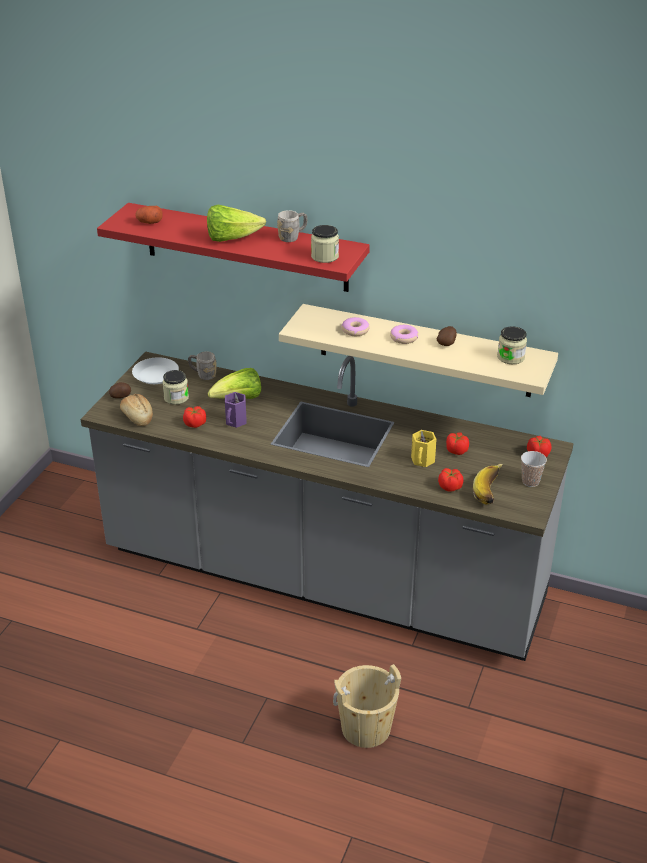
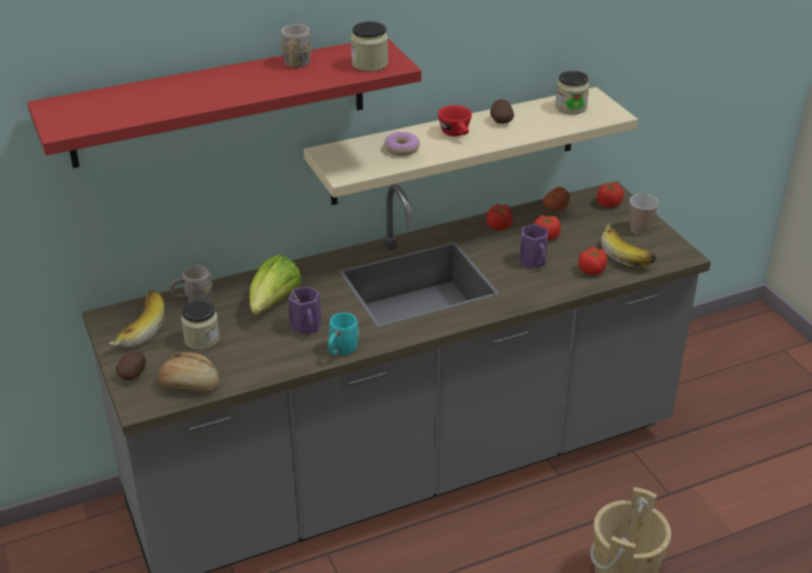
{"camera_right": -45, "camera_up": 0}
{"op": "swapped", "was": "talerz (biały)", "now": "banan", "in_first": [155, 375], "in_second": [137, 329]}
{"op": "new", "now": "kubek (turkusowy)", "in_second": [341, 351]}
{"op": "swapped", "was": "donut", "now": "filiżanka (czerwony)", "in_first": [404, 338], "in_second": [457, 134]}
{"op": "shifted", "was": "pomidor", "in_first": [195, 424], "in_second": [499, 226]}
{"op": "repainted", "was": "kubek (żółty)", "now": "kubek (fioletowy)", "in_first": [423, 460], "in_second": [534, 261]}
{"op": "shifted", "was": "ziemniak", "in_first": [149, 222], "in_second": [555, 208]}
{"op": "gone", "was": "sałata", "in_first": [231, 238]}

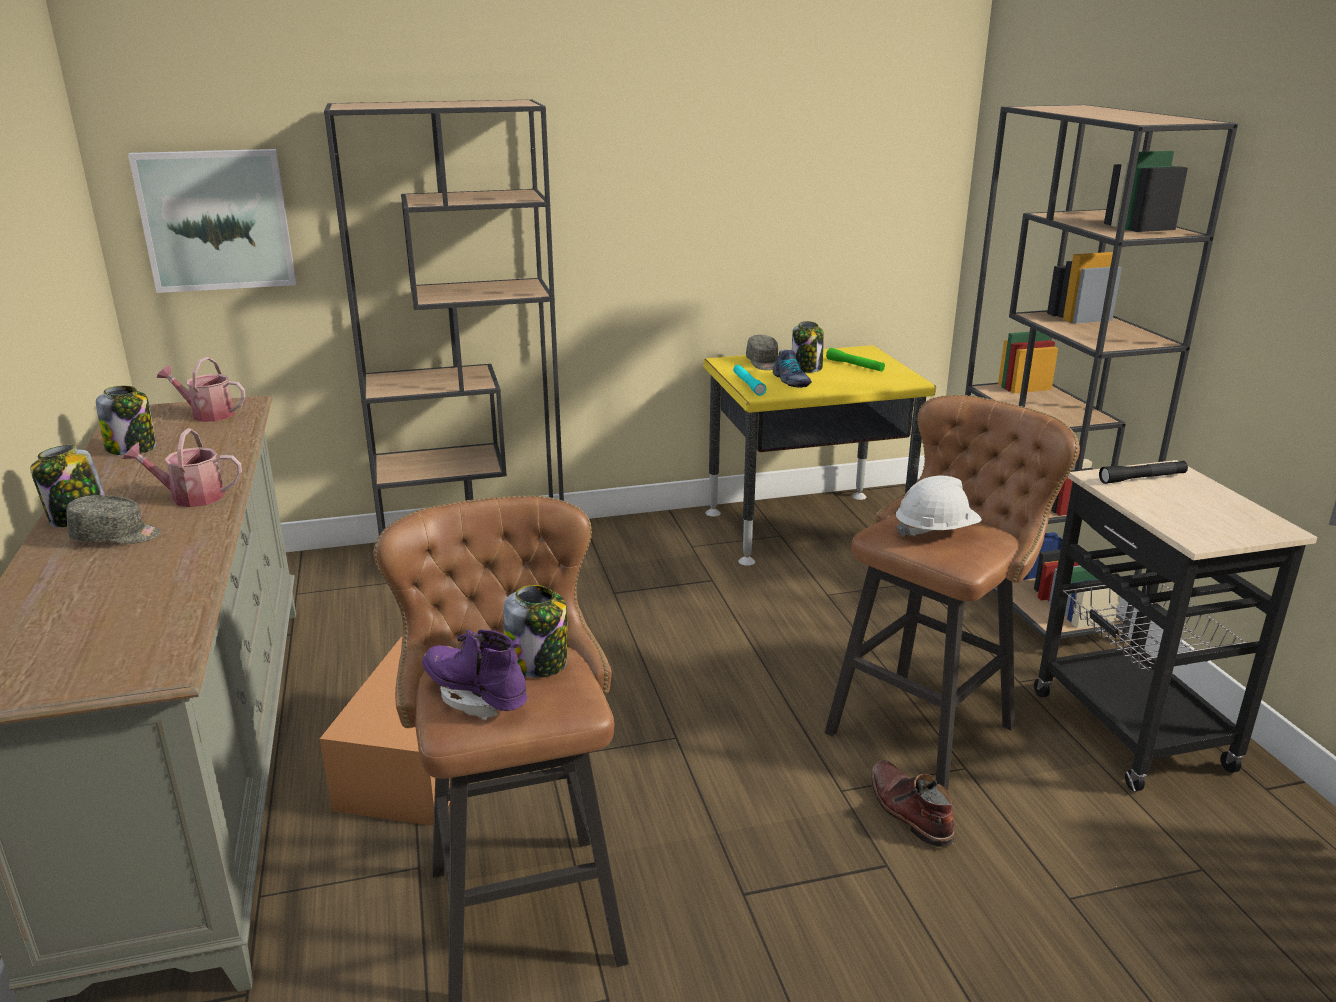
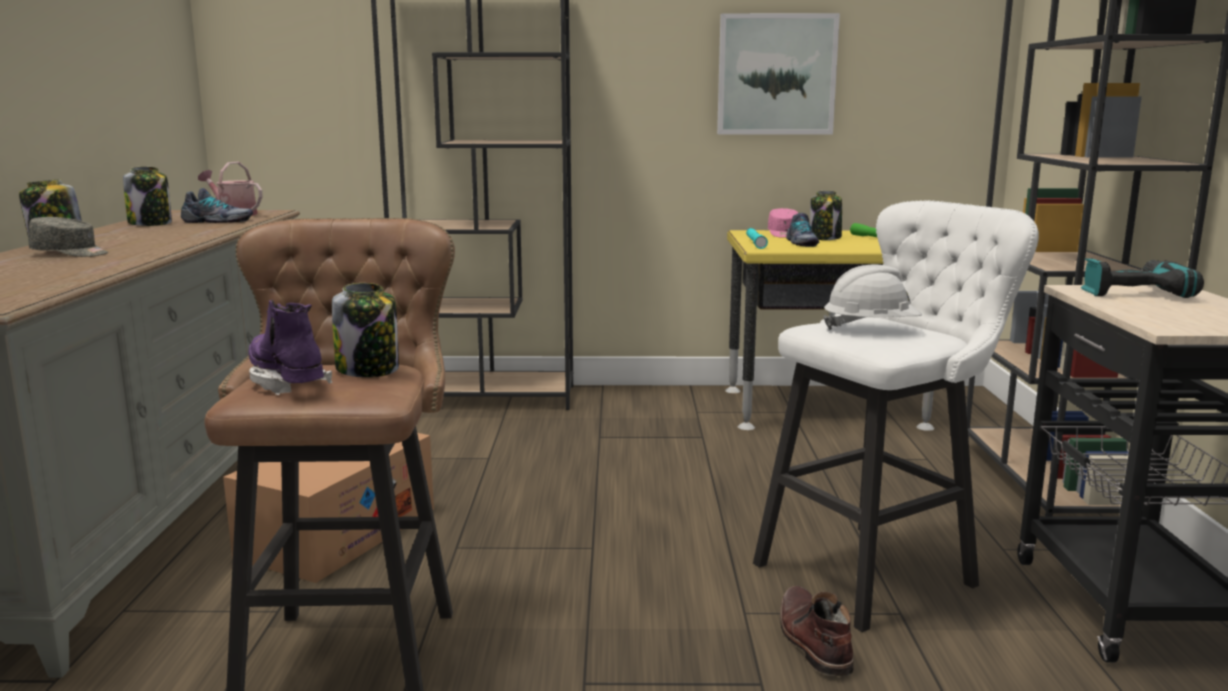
{"camera_right": 15, "camera_up": -10}
{"op": "new", "now": "but", "in_second": [217, 221]}
{"op": "shifted", "was": "obraz", "in_first": [216, 220], "in_second": [776, 75]}
{"op": "repainted", "was": "stołek (brązowy)", "now": "stołek (biały)", "in_first": [932, 720], "in_second": [882, 568]}
{"op": "repainted", "was": "czapka z daszkiem (szary)", "now": "czapka z daszkiem (różowy)", "in_first": [763, 363], "in_second": [783, 234]}
{"op": "swapped", "was": "latarka (czarny)", "now": "wiertarka", "in_first": [1142, 478], "in_second": [1132, 292]}
{"op": "gone", "was": "konewka", "in_first": [190, 497]}

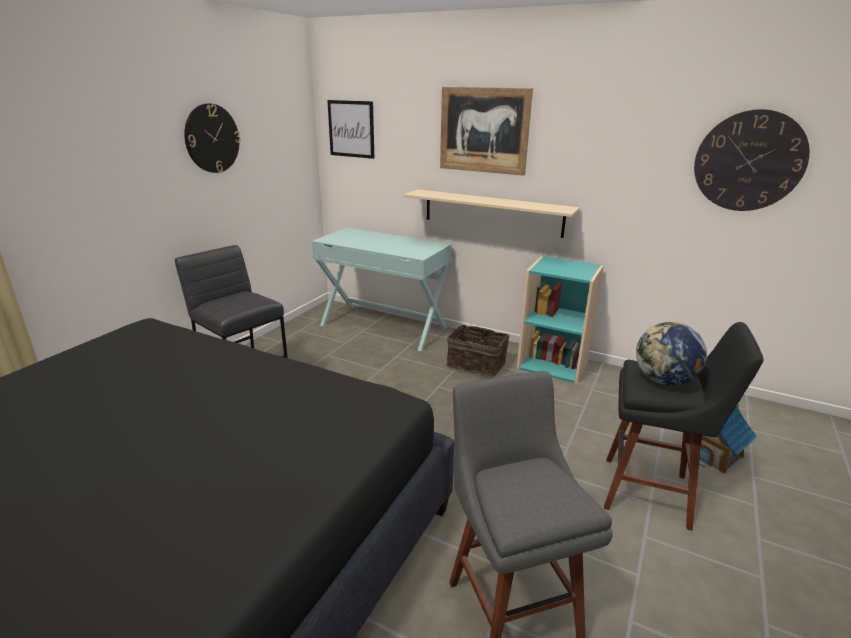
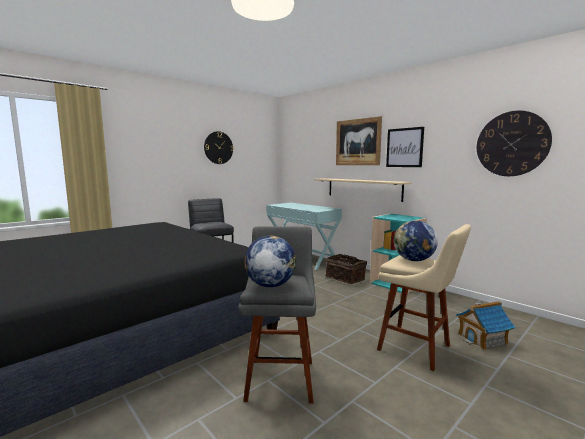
{"camera_right": 20, "camera_up": -15}
{"op": "new", "now": "globus", "in_second": [270, 285]}
{"op": "repainted", "was": "stołek (czarny)", "now": "stołek (beżowy)", "in_first": [652, 493], "in_second": [418, 349]}
{"op": "shifted", "was": "obraz", "in_first": [351, 129], "in_second": [404, 147]}

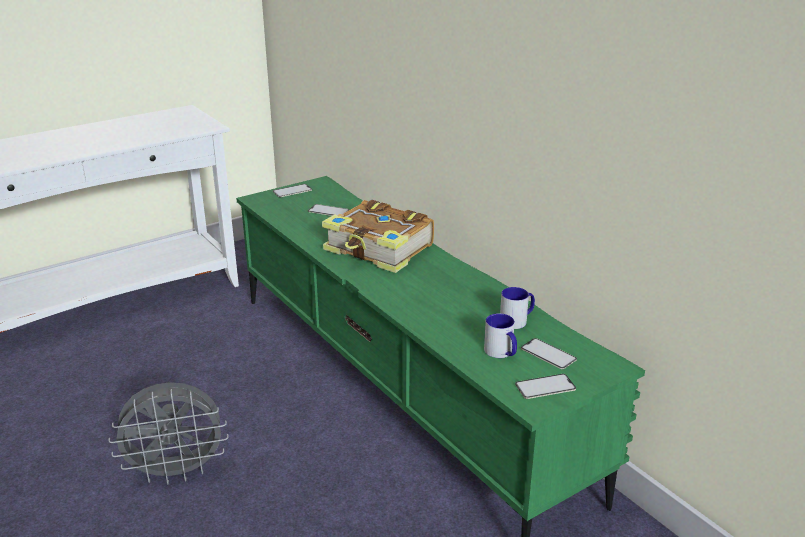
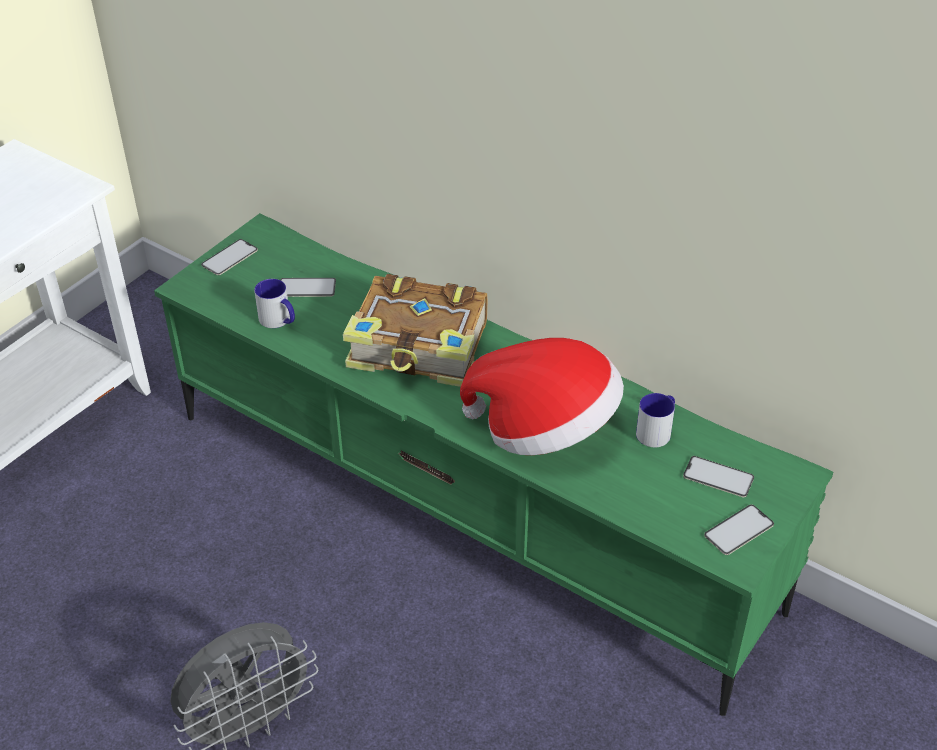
{"camera_right": -20, "camera_up": 15}
{"op": "shifted", "was": "kubek", "in_first": [501, 353], "in_second": [279, 321]}
{"op": "new", "now": "kapelusz", "in_second": [545, 429]}

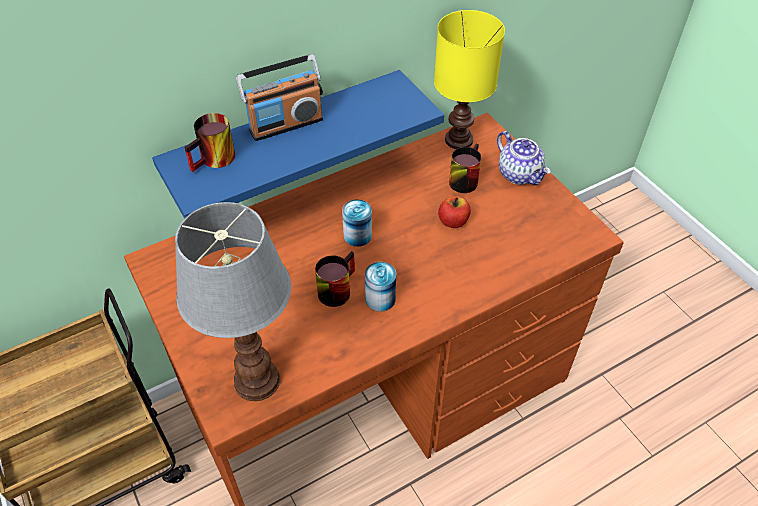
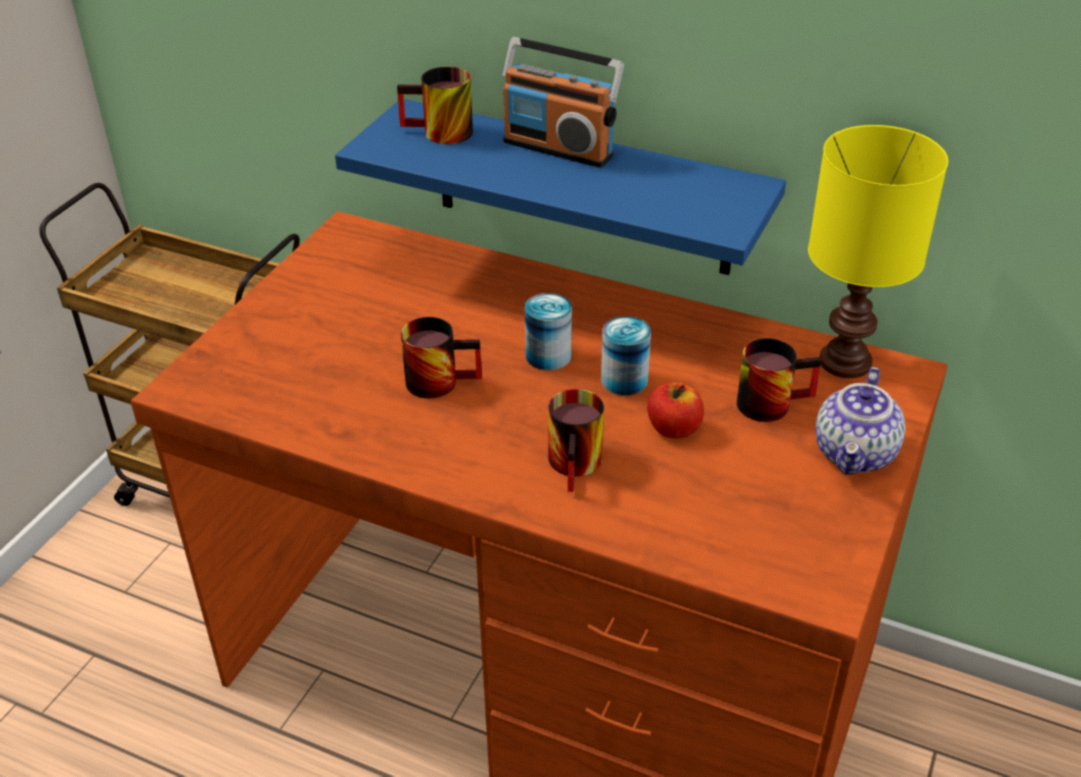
{"camera_right": 55, "camera_up": -10}
{"op": "new", "now": "kubek", "in_second": [579, 465]}
{"op": "shifted", "was": "puszka", "in_first": [380, 299], "in_second": [624, 380]}
{"op": "gone", "was": "lampa stołowa", "in_first": [255, 381]}

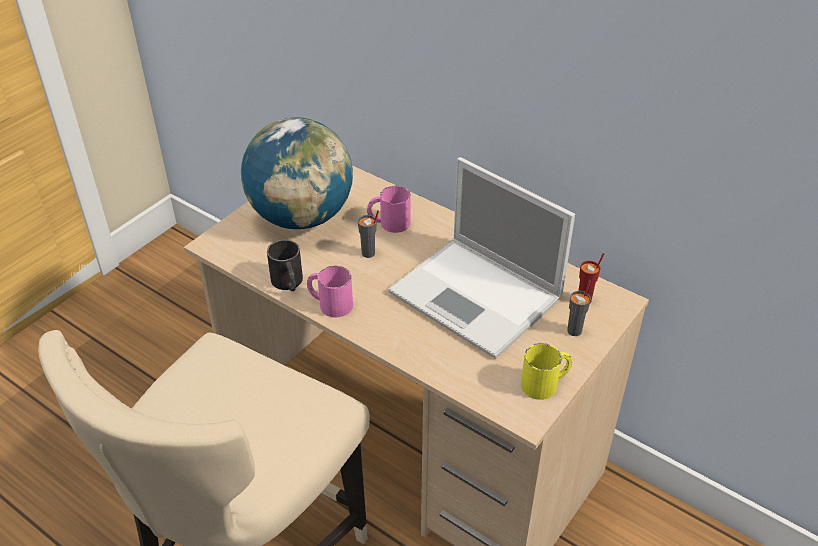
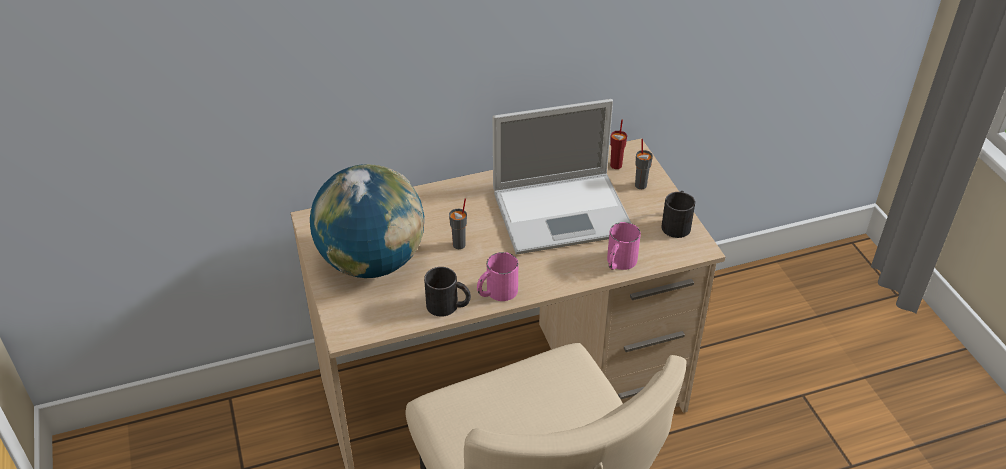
{"camera_right": -55, "camera_up": 0}
{"op": "shifted", "was": "kubek (różowy)", "in_first": [389, 223], "in_second": [619, 263]}
{"op": "repainted", "was": "kubek (żółty)", "now": "kubek (czarny)", "in_first": [546, 383], "in_second": [677, 223]}

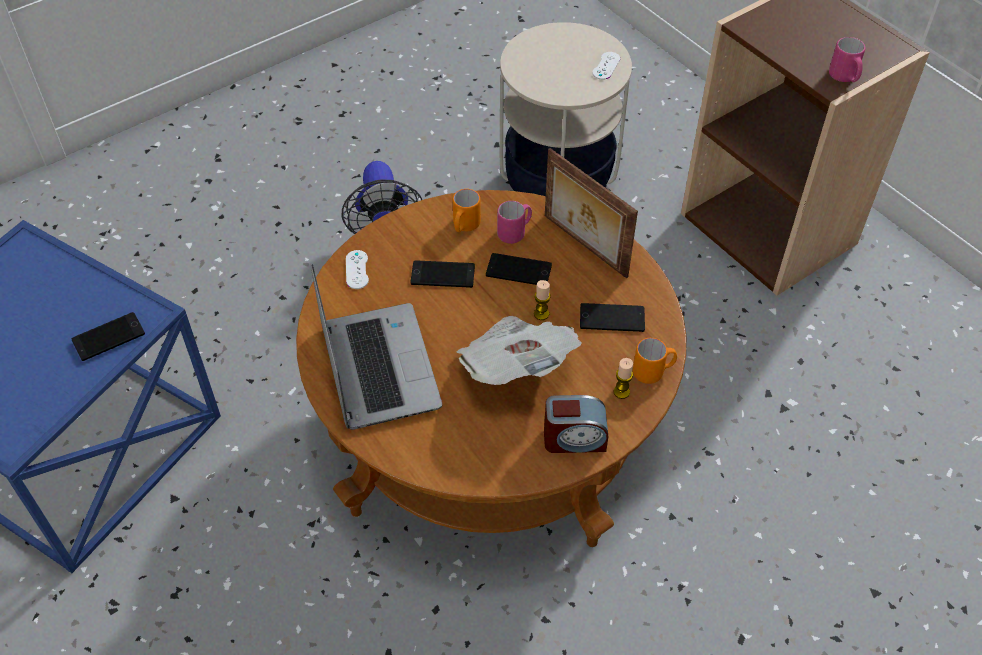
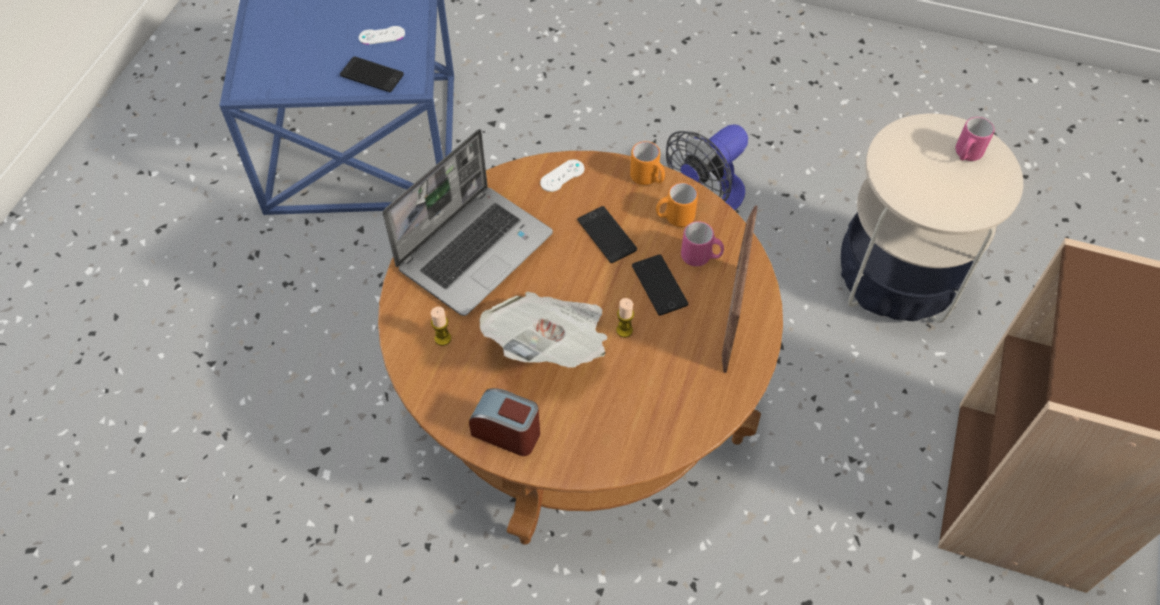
{"camera_right": 55, "camera_up": 5}
{"op": "shifted", "was": "pad do gier (biały)", "in_first": [606, 66], "in_second": [382, 35]}
{"op": "shifted", "was": "świeca", "in_first": [621, 392], "in_second": [443, 338]}
{"op": "rotated", "was": "budzik", "in_first": [574, 439], "in_second": [507, 432], "clockwise": 150}
{"op": "shifted", "was": "kubek (pomarańczowy)", "in_first": [653, 372], "in_second": [648, 179]}
{"op": "shifted", "was": "kubek (różowy)", "in_first": [844, 78], "in_second": [966, 155]}
{"op": "gone", "was": "telefon", "in_first": [612, 318]}

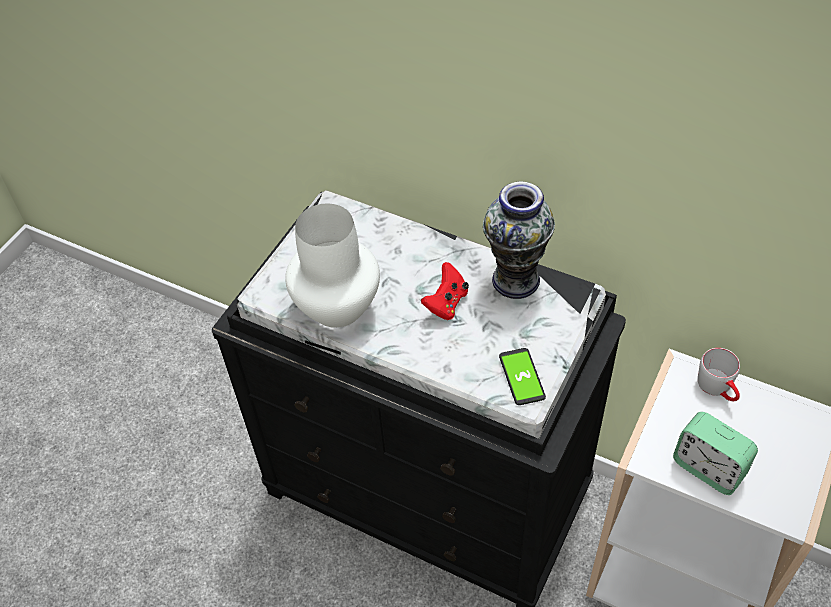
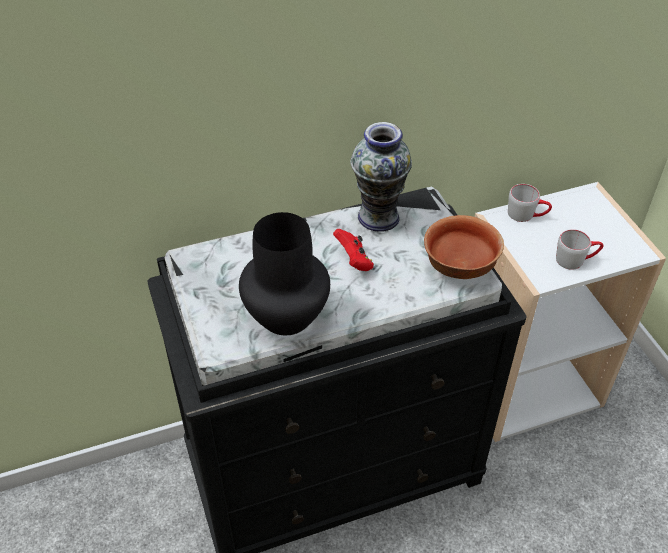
{"camera_right": -50, "camera_up": -5}
{"op": "repainted", "was": "wazon (biały)", "now": "wazon (czarny)", "in_first": [336, 305], "in_second": [285, 315]}
{"op": "swapped", "was": "telefon", "now": "miska", "in_first": [521, 377], "in_second": [459, 268]}
{"op": "swapped", "was": "budzik", "now": "kubek (szary)", "in_first": [708, 468], "in_second": [576, 259]}

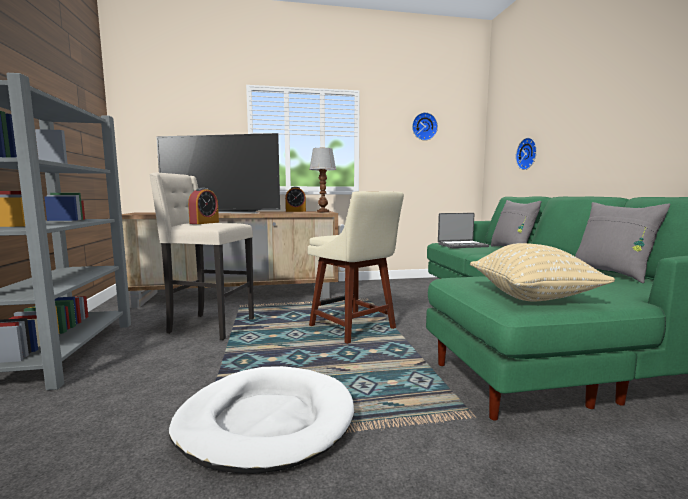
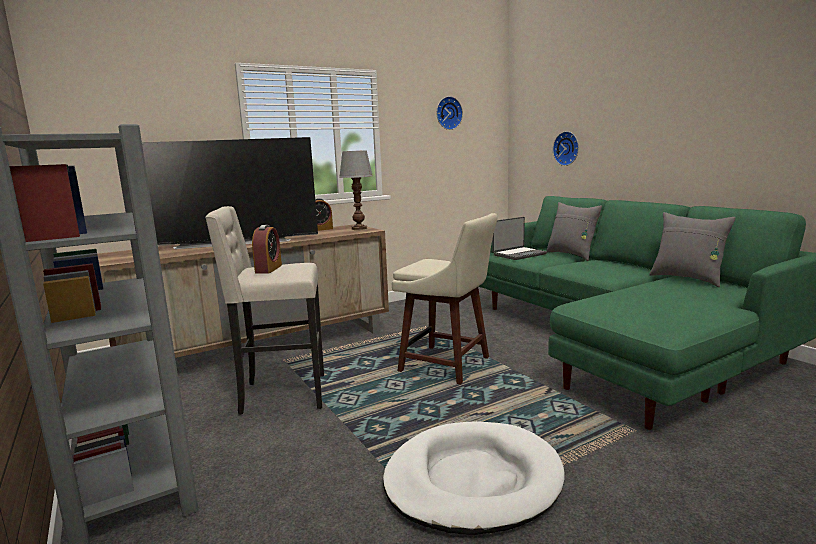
{"camera_right": -20, "camera_up": 5}
{"op": "gone", "was": "poduszka (beżowy)", "in_first": [532, 297]}

